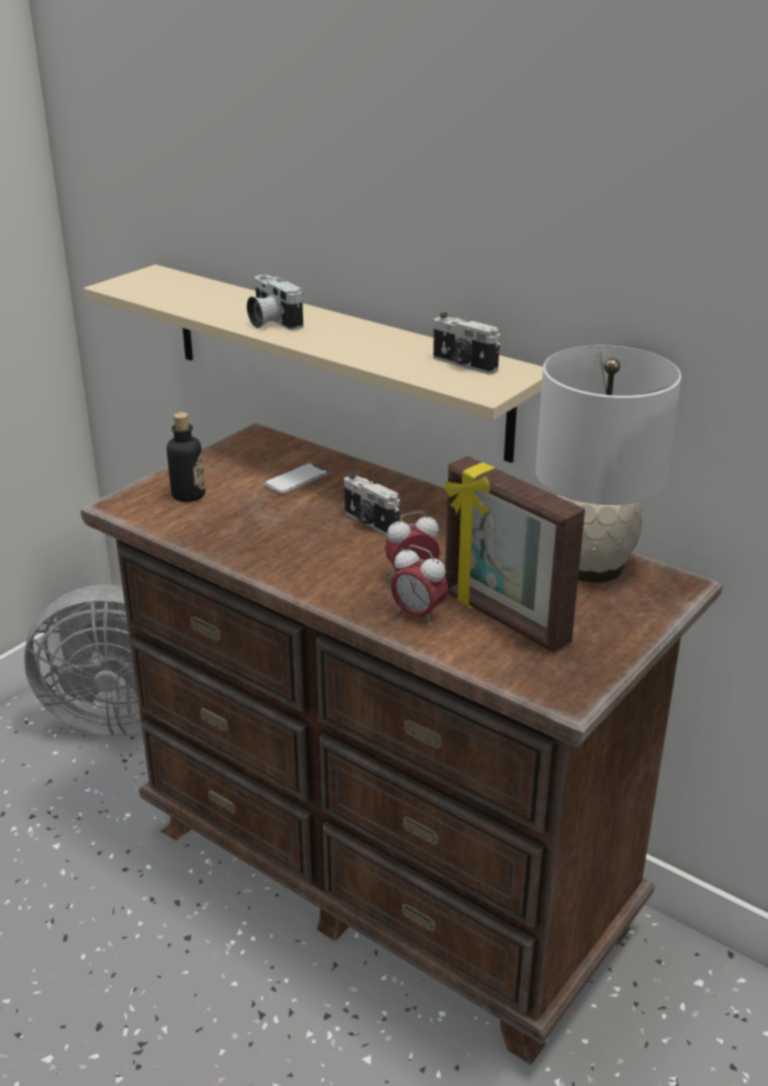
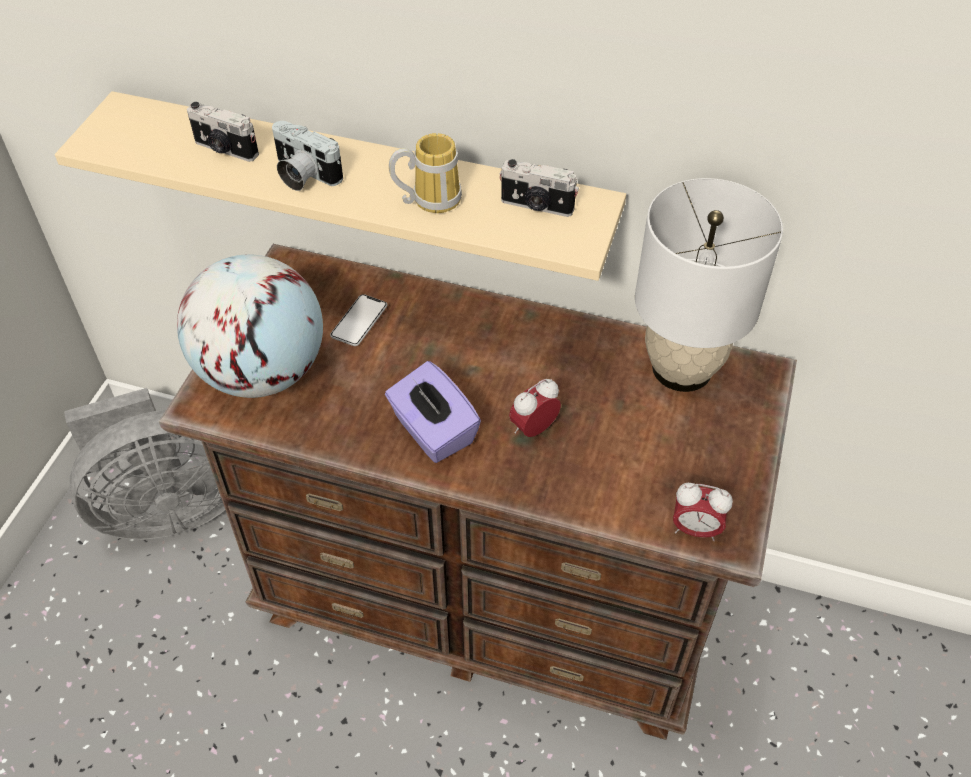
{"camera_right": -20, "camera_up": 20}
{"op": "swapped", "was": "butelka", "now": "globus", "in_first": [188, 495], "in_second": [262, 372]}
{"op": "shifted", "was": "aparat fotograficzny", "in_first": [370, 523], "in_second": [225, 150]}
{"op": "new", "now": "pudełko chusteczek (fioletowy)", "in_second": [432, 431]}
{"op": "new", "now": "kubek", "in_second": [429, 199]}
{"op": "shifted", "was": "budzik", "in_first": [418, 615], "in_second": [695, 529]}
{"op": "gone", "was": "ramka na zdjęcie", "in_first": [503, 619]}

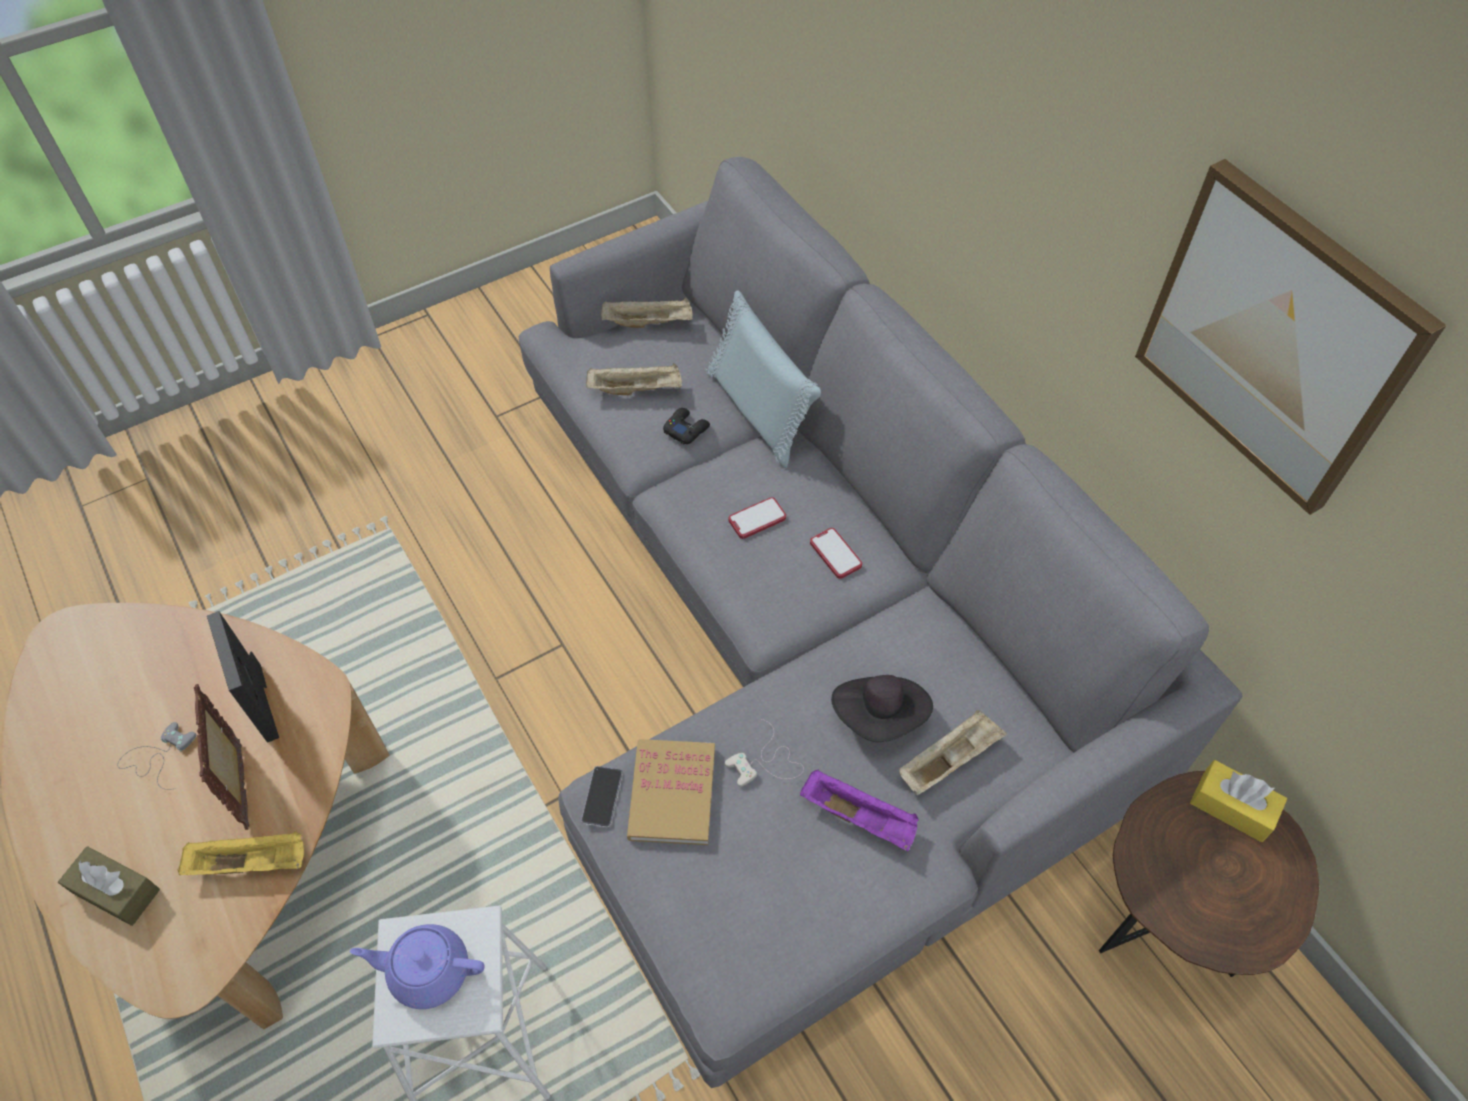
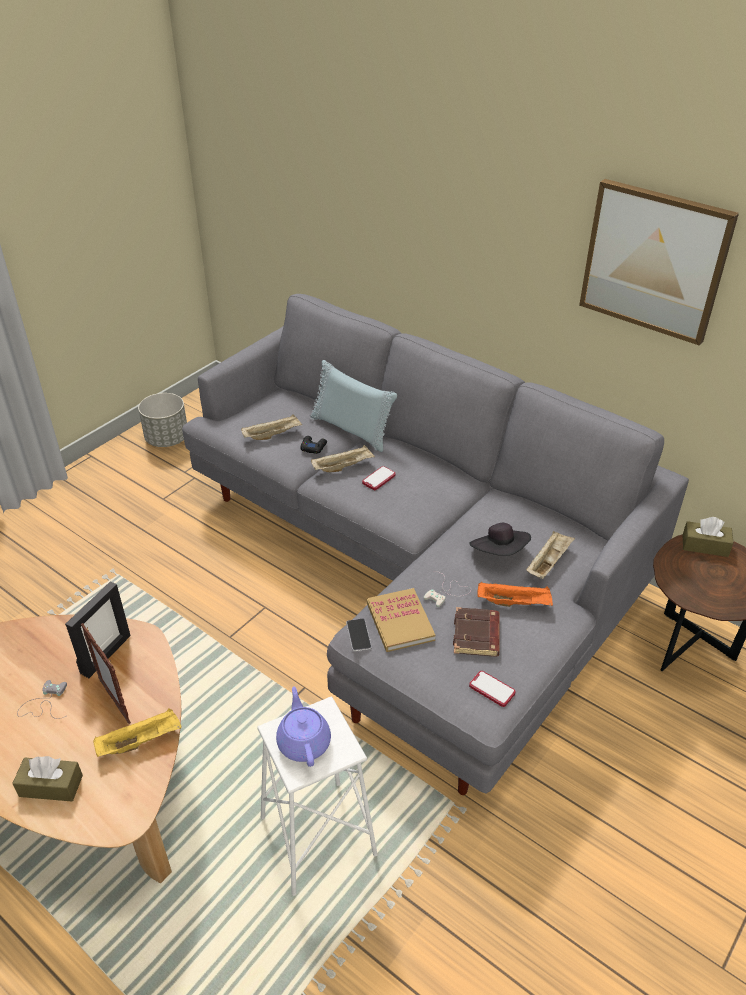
{"camera_right": -20, "camera_up": -15}
{"op": "rotated", "was": "ramka na zdjęcie", "in_first": [264, 703], "in_second": [106, 654], "clockwise": -105}
{"op": "new", "now": "donica (szary)", "in_second": [167, 439]}
{"op": "rotated", "was": "imbryk (fioletowy)", "in_first": [427, 971], "in_second": [303, 741], "clockwise": 90}
{"op": "shifted", "was": "taca (beżowy)", "in_first": [649, 322], "in_second": [343, 467]}
{"op": "new", "now": "książka (brązowy)", "in_second": [477, 636]}
{"op": "shifted", "was": "telefon", "in_first": [835, 554], "in_second": [492, 689]}
{"op": "repainted", "was": "taca (fioletowy)", "now": "taca (pomarańczowy)", "in_first": [860, 817], "in_second": [514, 603]}
{"op": "repainted", "was": "pudełko chusteczek (żółty)", "now": "pudełko chusteczek (brązowy)", "in_first": [1232, 807], "in_second": [705, 546]}

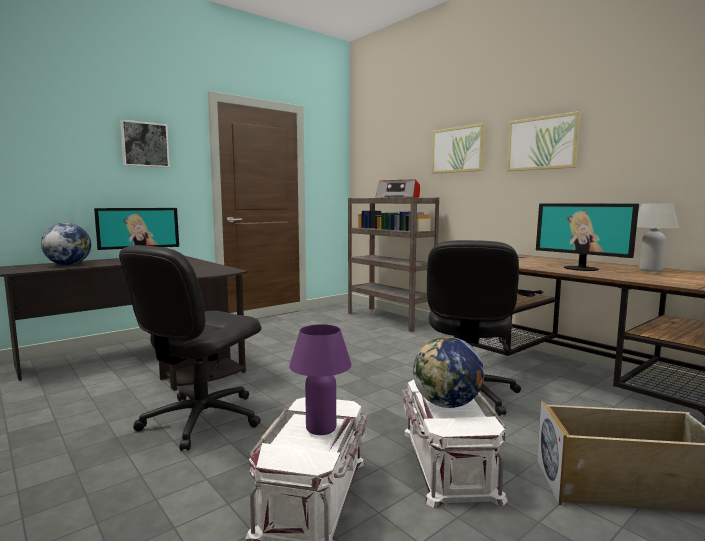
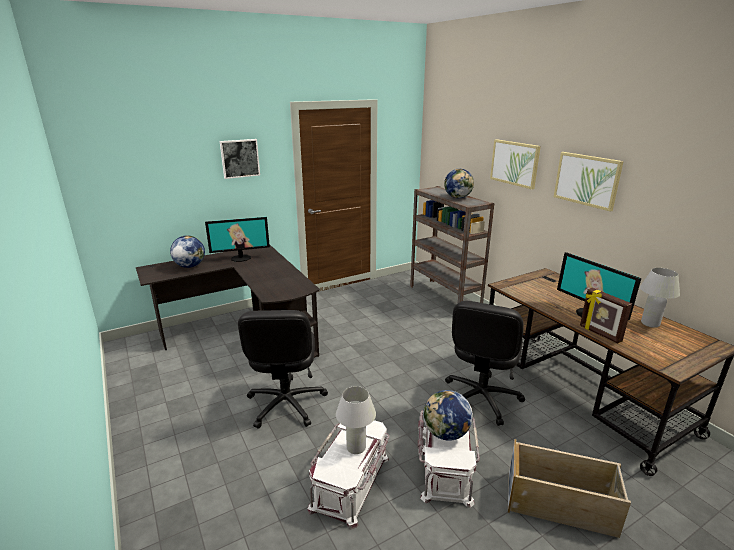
{"camera_right": 10, "camera_up": 15}
{"op": "rotated", "was": "krzesło biurowe (czarny)", "in_first": [201, 419], "in_second": [286, 404], "clockwise": -45}
{"op": "repainted", "was": "lampa stołowa (fioletowy)", "now": "lampa stołowa (biały)", "in_first": [321, 428], "in_second": [356, 447]}
{"op": "swapped", "was": "radio", "now": "globus", "in_first": [398, 197], "in_second": [458, 197]}
{"op": "new", "now": "ramka na zdjęcie", "in_second": [599, 334]}

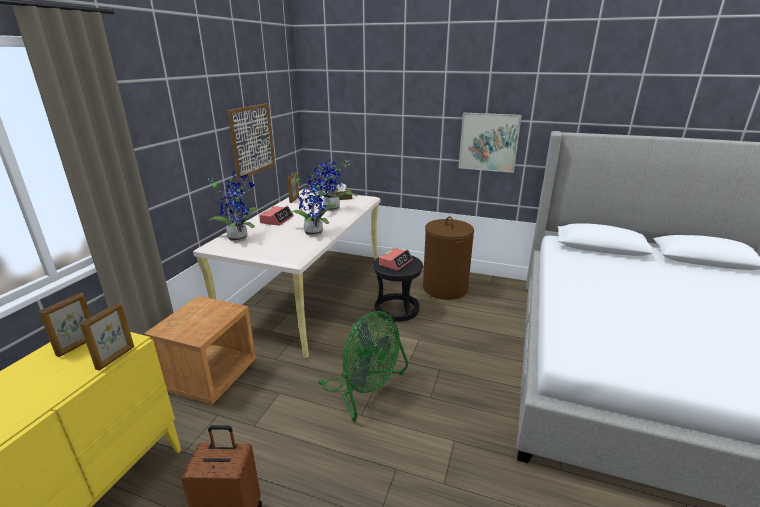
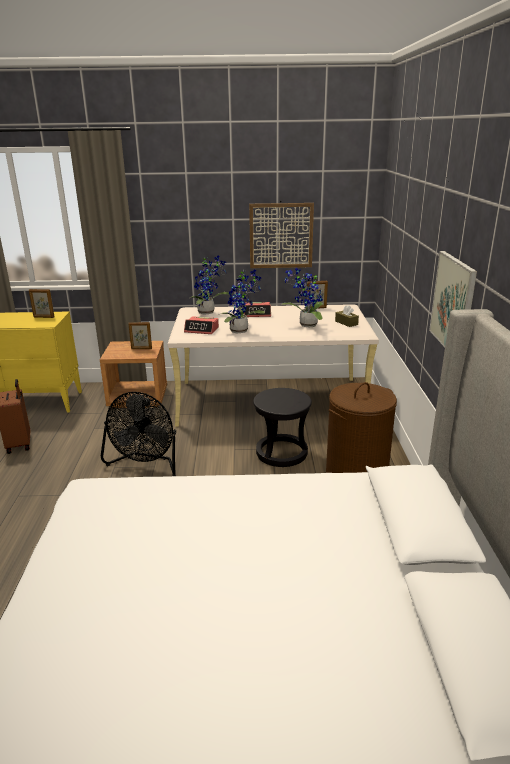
{"camera_right": 70, "camera_up": 0}
{"op": "repainted", "was": "wentylator (zielony)", "now": "wentylator (czarny)", "in_first": [364, 390], "in_second": [144, 462]}
{"op": "shifted", "was": "ramka na zdjęcie", "in_first": [116, 358], "in_second": [141, 349]}
{"op": "shifted", "was": "budzik", "in_first": [395, 263], "in_second": [202, 330]}

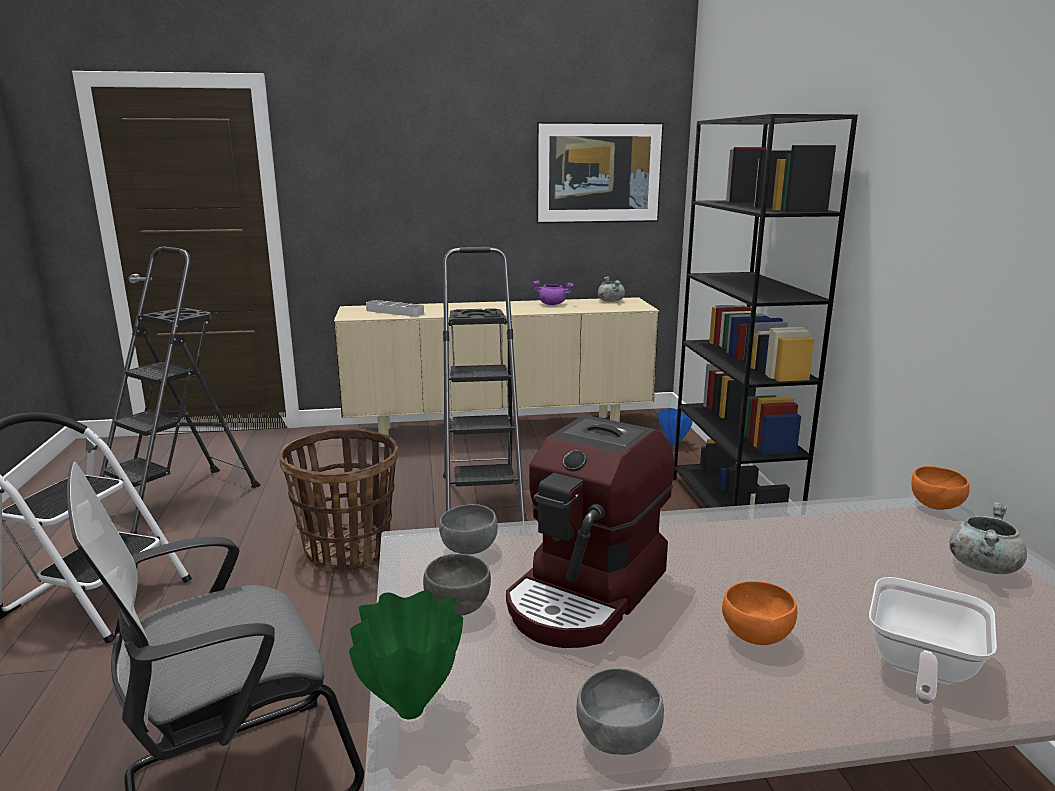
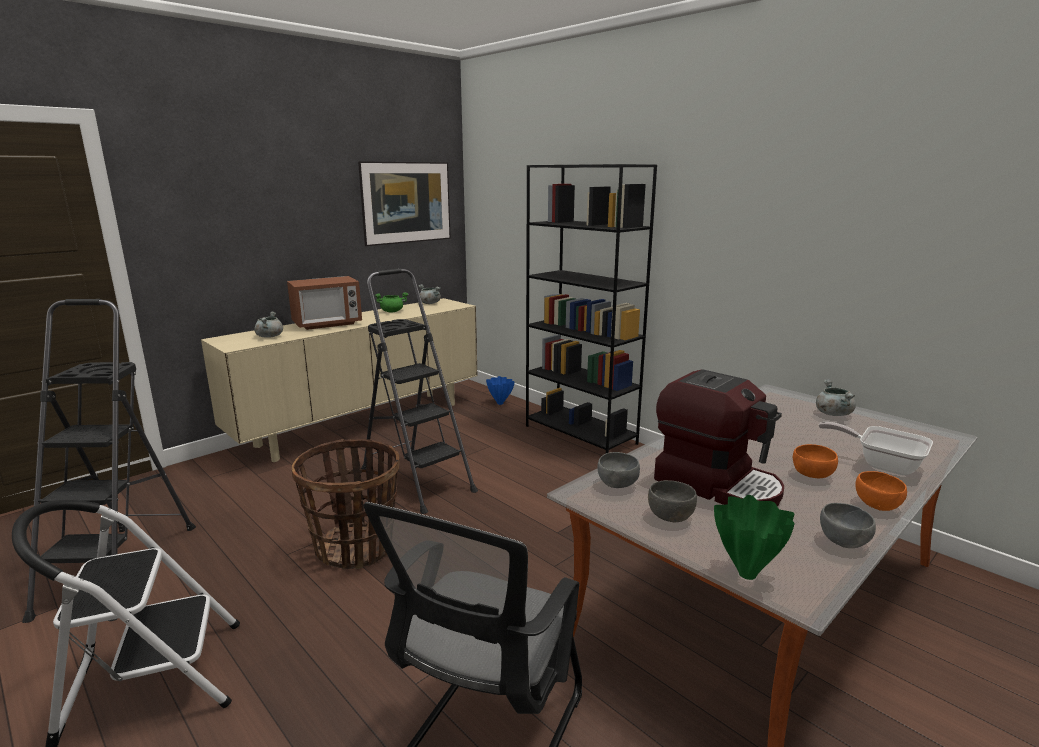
{"camera_right": -35, "camera_up": 0}
{"op": "swapped", "was": "taca (szary)", "now": "garnek (szary)", "in_first": [395, 312], "in_second": [269, 336]}
{"op": "new", "now": "mikrofalówka", "in_second": [327, 324]}
{"op": "repainted", "was": "garnek (fioletowy)", "now": "garnek (zielony)", "in_first": [553, 304], "in_second": [392, 311]}
{"op": "rotated", "was": "ekspres do kawy", "in_first": [588, 593], "in_second": [717, 484], "clockwise": -45}
{"op": "rotated", "was": "patelnia", "in_first": [920, 668], "in_second": [881, 464], "clockwise": 135}
{"op": "shifted", "was": "miska (pomarańczowy)", "in_first": [936, 505], "in_second": [877, 505]}

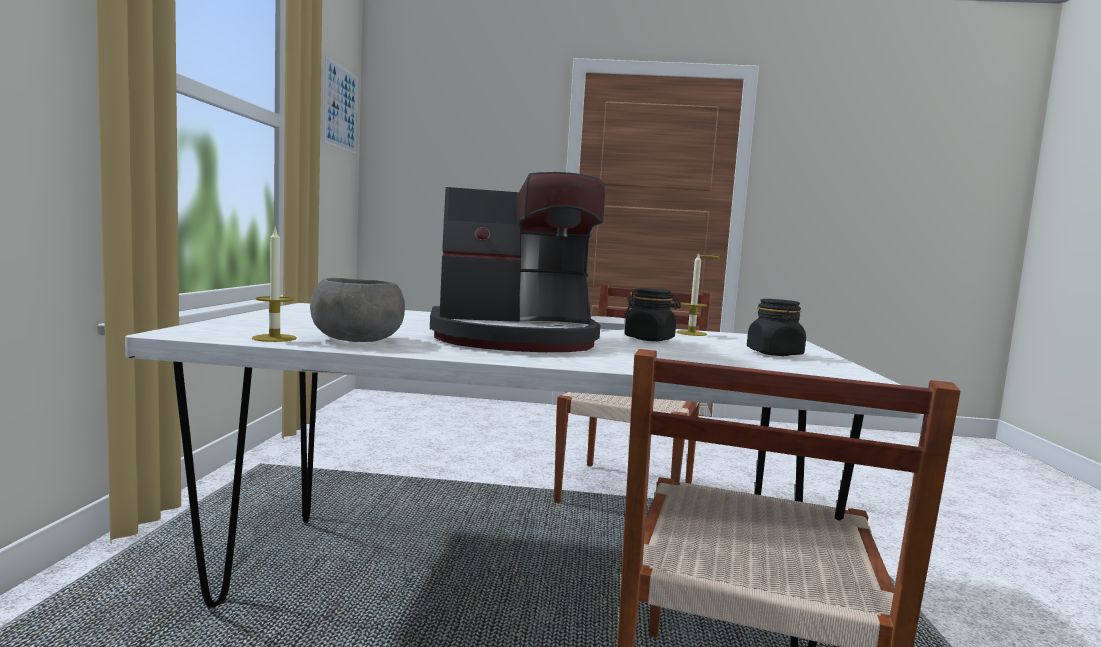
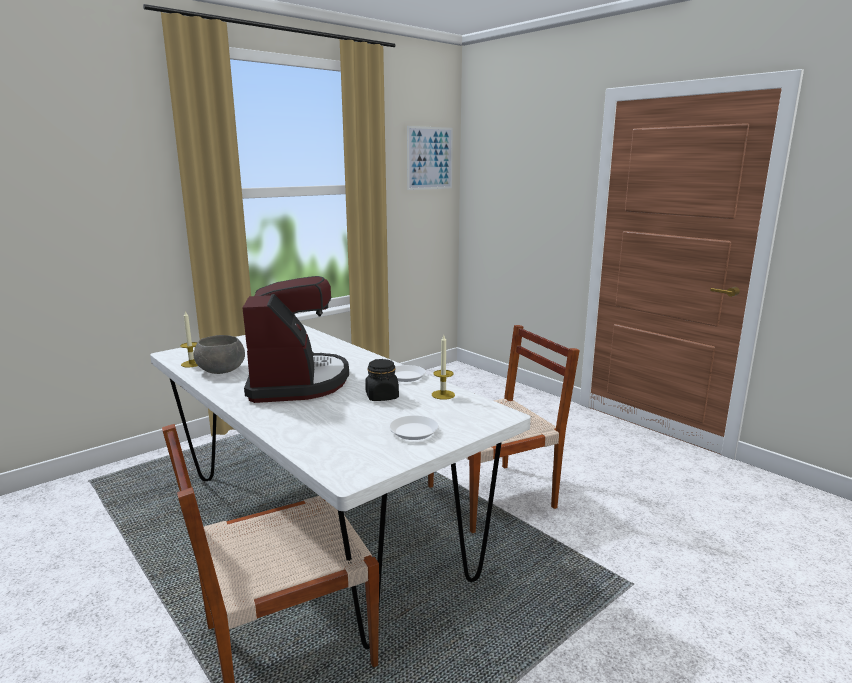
{"camera_right": 45, "camera_up": 10}
{"op": "rotated", "was": "ekspres do kawy", "in_first": [515, 339], "in_second": [297, 382], "clockwise": -135}
{"op": "swapped", "was": "słoik (czarny)", "now": "talerz (biały)", "in_first": [774, 353], "in_second": [413, 431]}

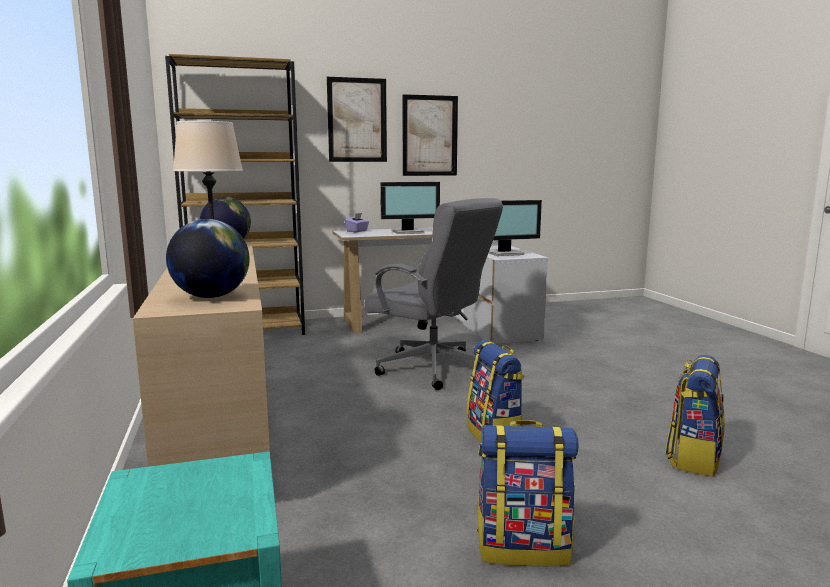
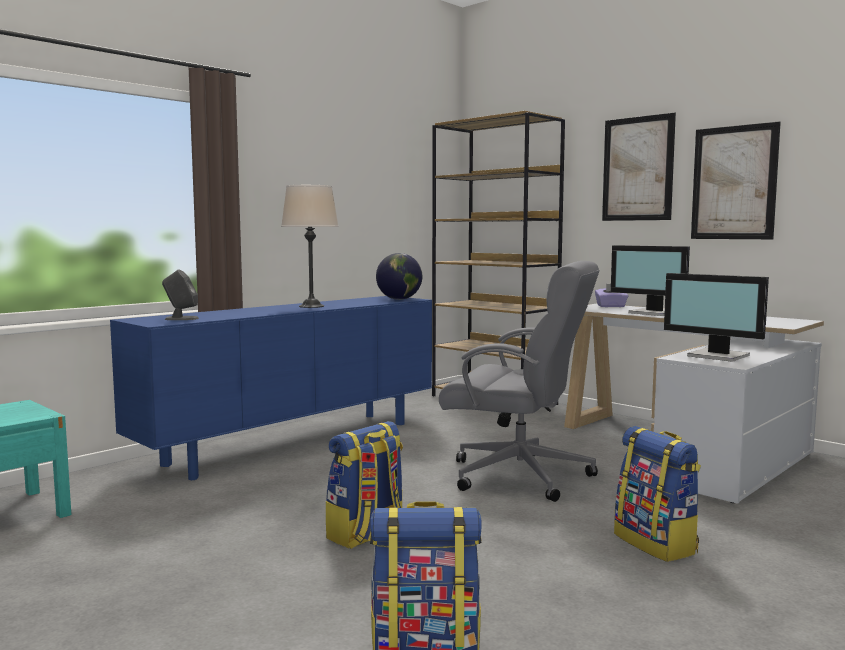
{"camera_right": 60, "camera_up": -5}
{"op": "repainted", "was": "szafka (beżowy)", "now": "szafka (niebieski)", "in_first": [220, 419], "in_second": [294, 442]}
{"op": "swapped", "was": "globus", "now": "głośnik (szary)", "in_first": [211, 297], "in_second": [181, 318]}
{"op": "rotated", "was": "krzesło biurowe (szary)", "in_first": [433, 368], "in_second": [519, 475], "clockwise": -75}
{"op": "shifted", "was": "plecak", "in_first": [523, 547], "in_second": [656, 544]}

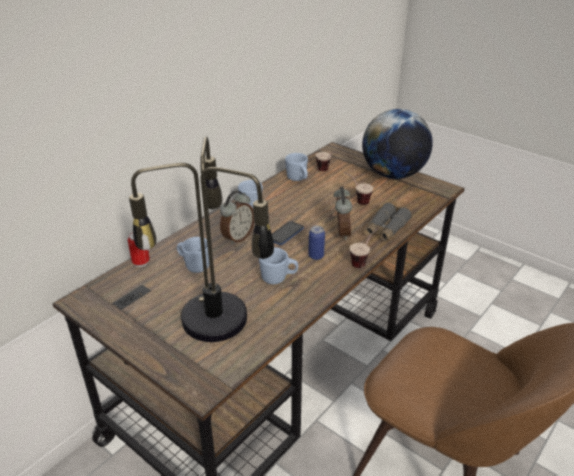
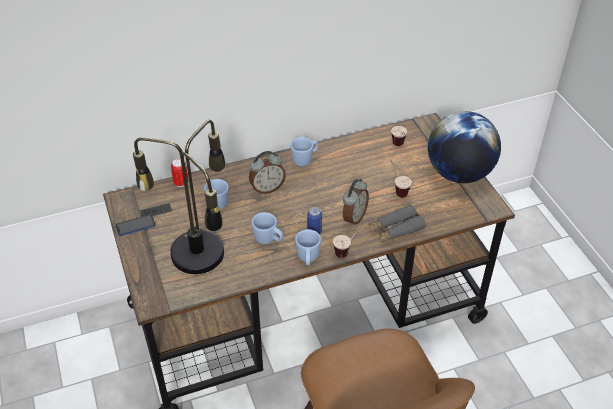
{"camera_right": 30, "camera_up": 10}
{"op": "shifted", "was": "telefon", "in_first": [285, 234], "in_second": [135, 226]}
{"op": "shifted", "was": "kubek (niebieski)", "in_first": [298, 179], "in_second": [308, 259]}

